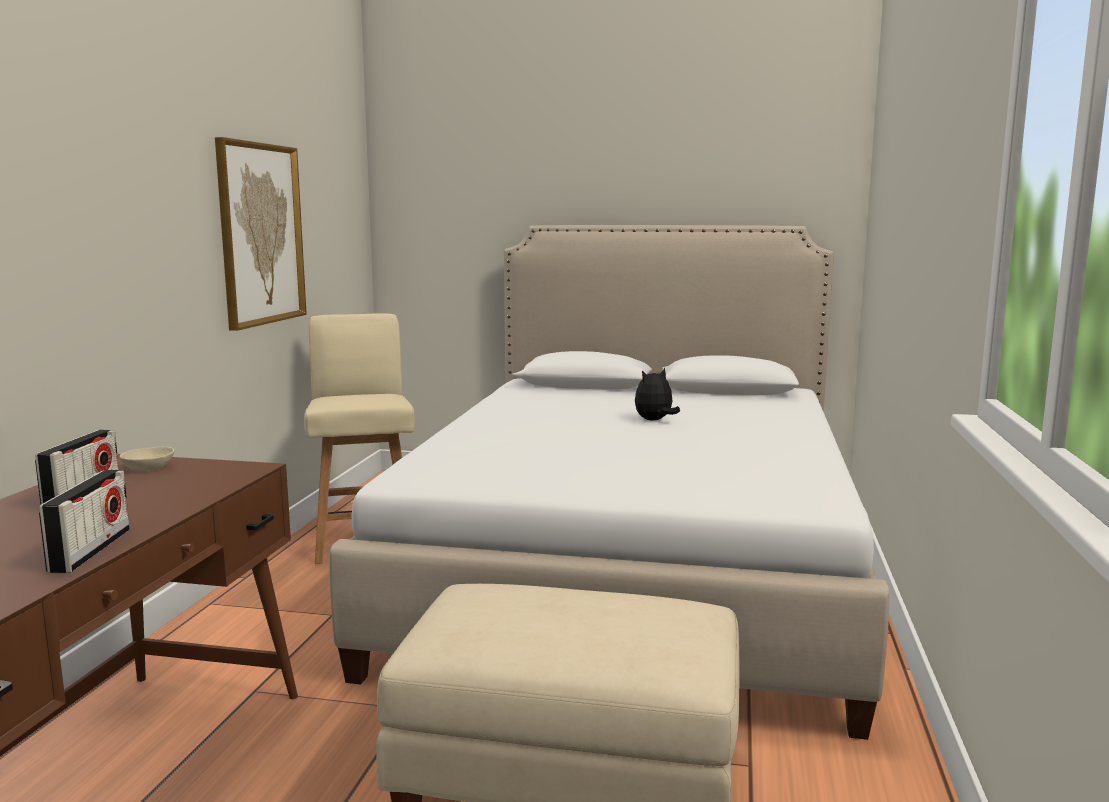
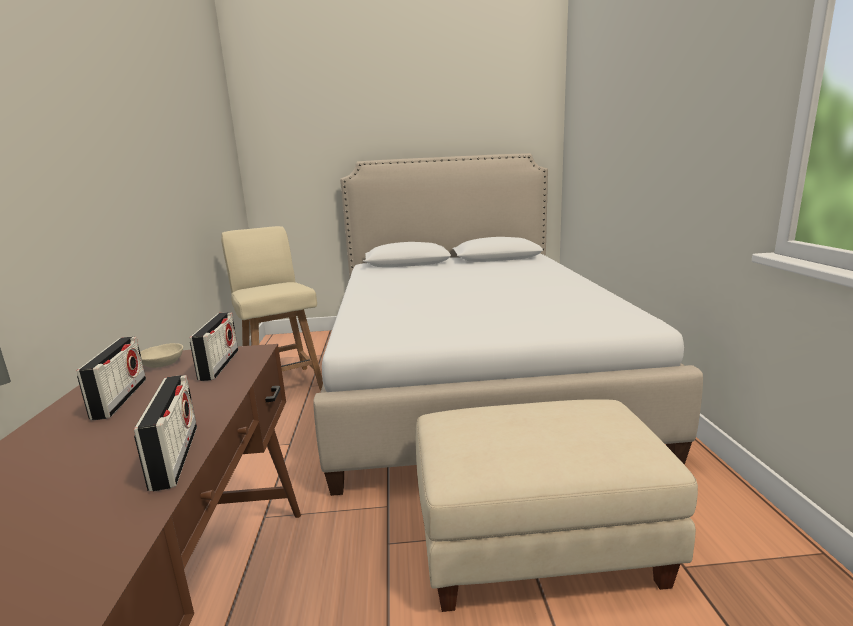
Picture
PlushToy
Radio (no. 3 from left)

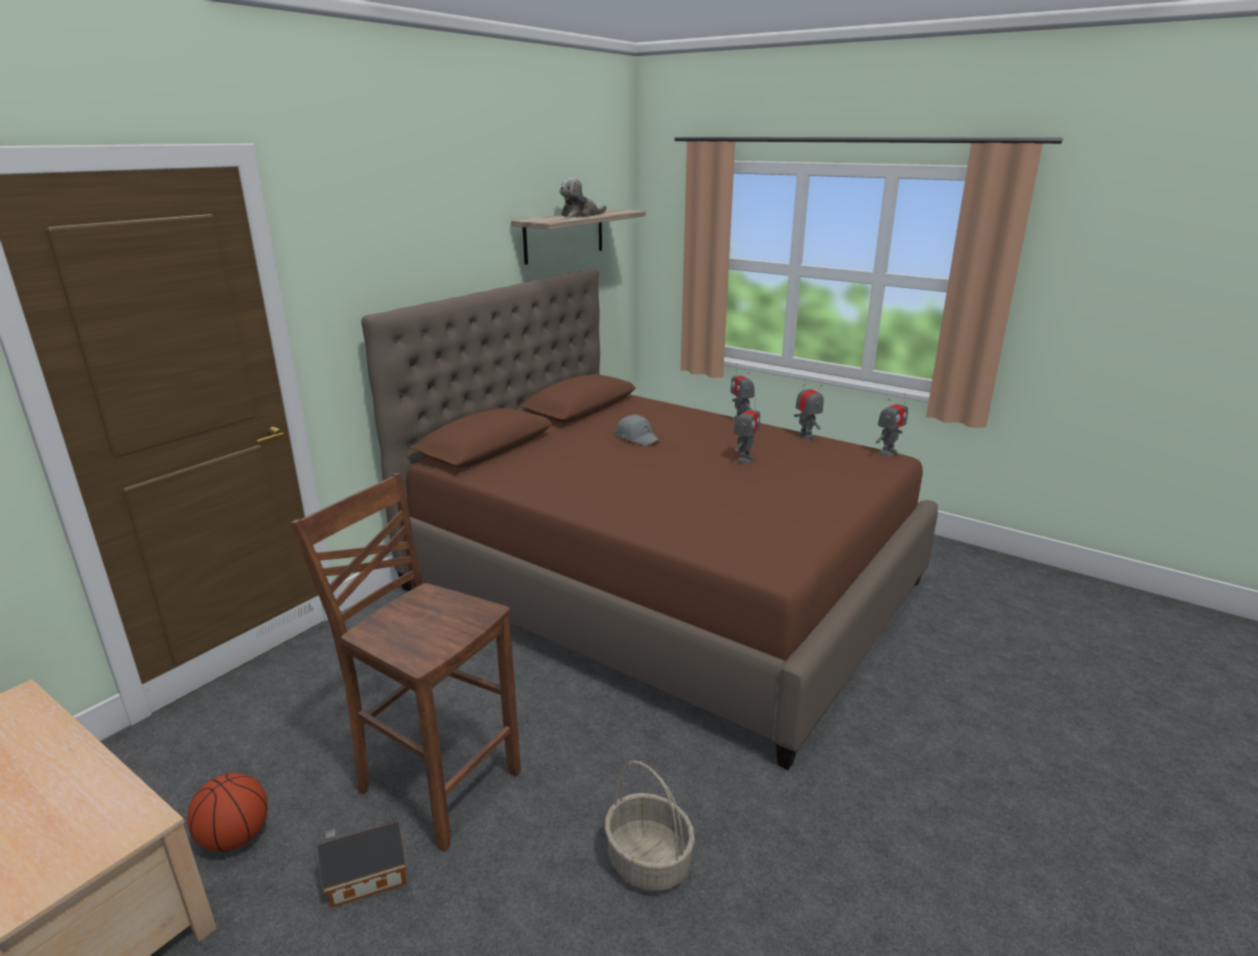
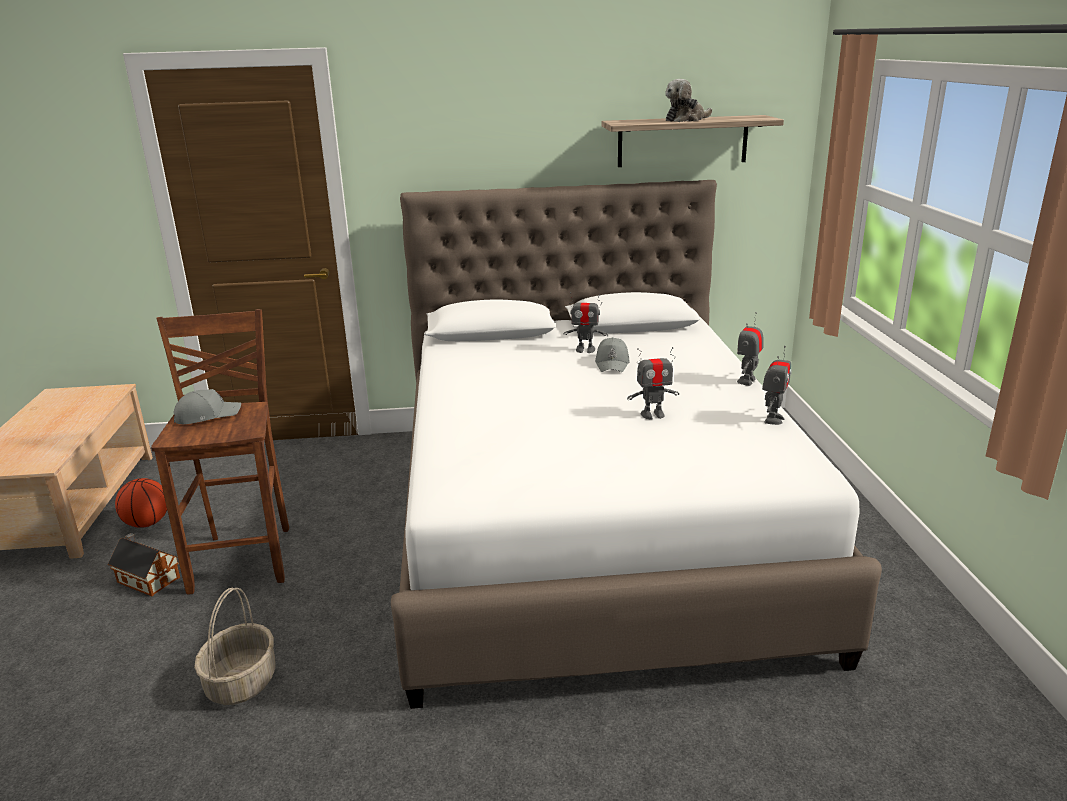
GreyCap (no. 1 from left)
ToyRobot (no. 1 from left)
WhiteBed
PlushToy

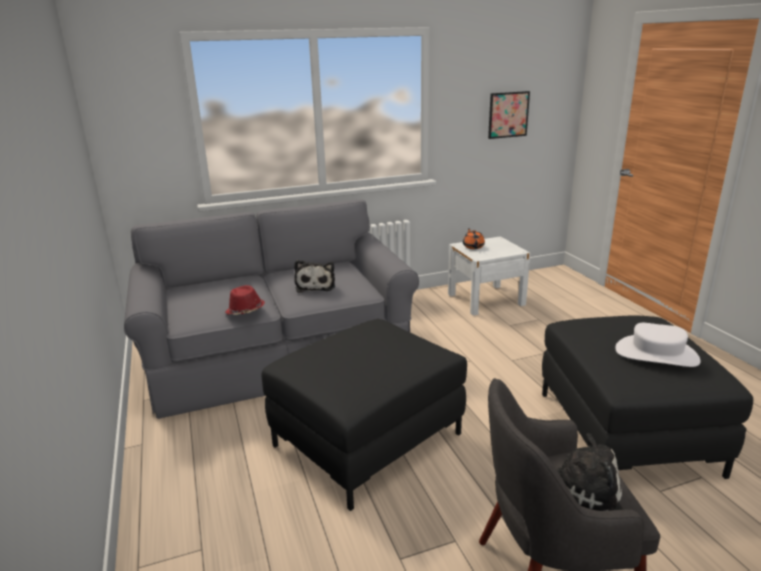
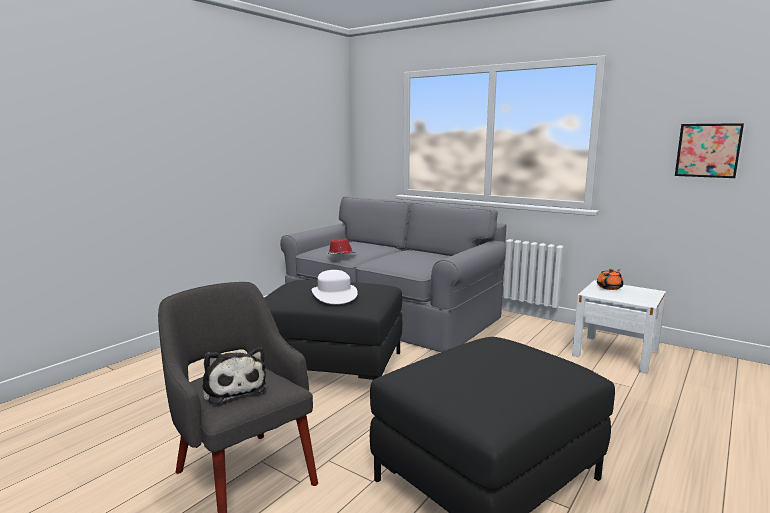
PlushToy (no. 1 from left in the first image)
WhiteHat

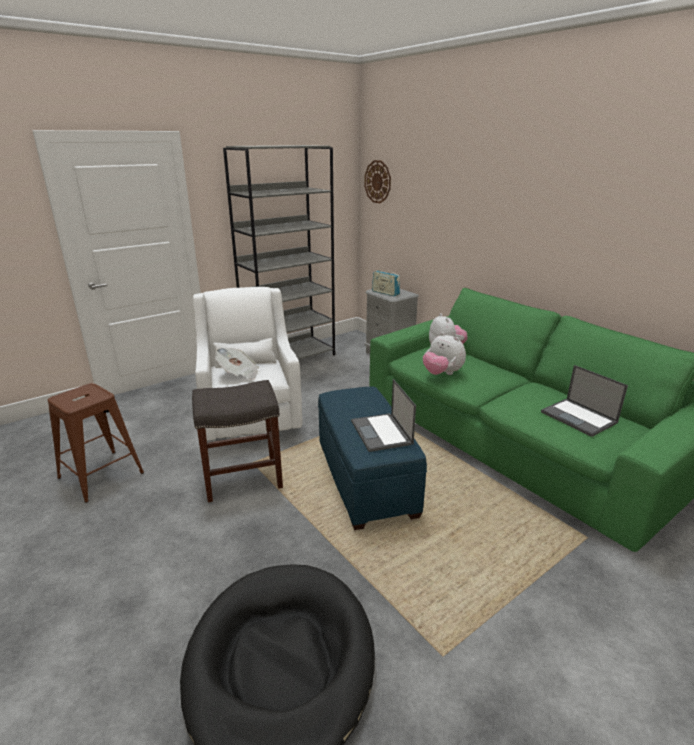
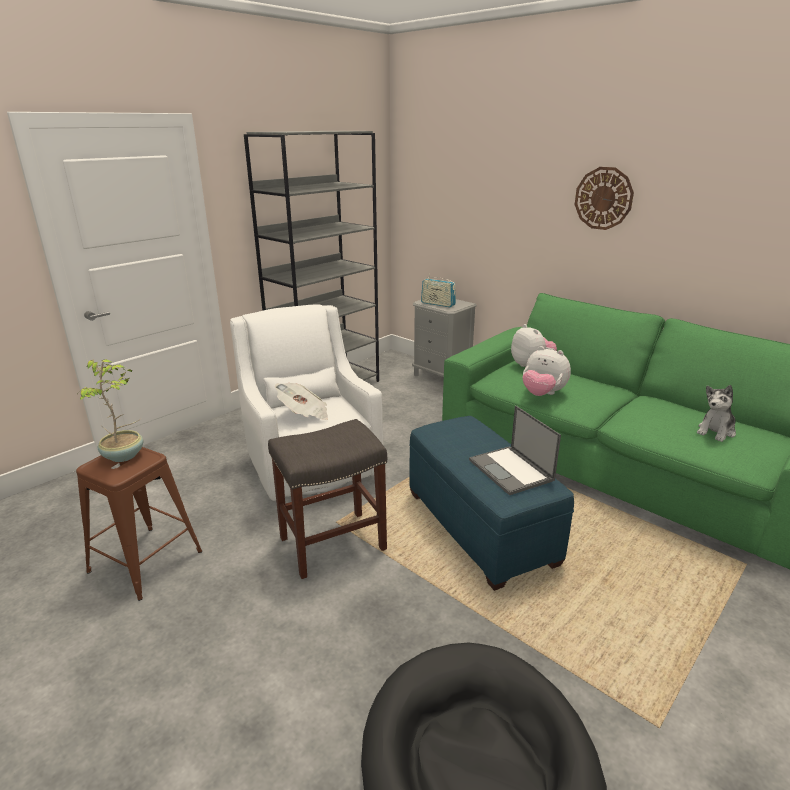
PottedPlant
WallClock
PlushToy (no. 3 from left)

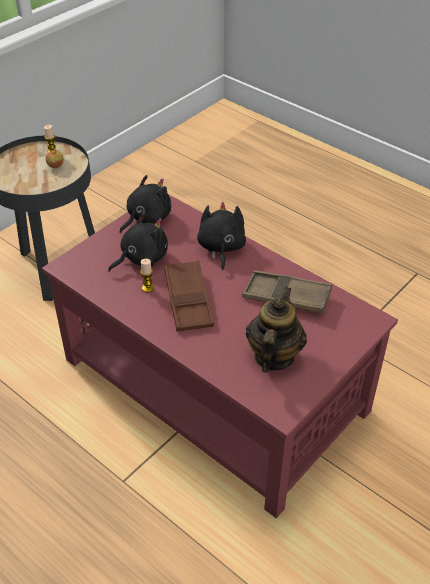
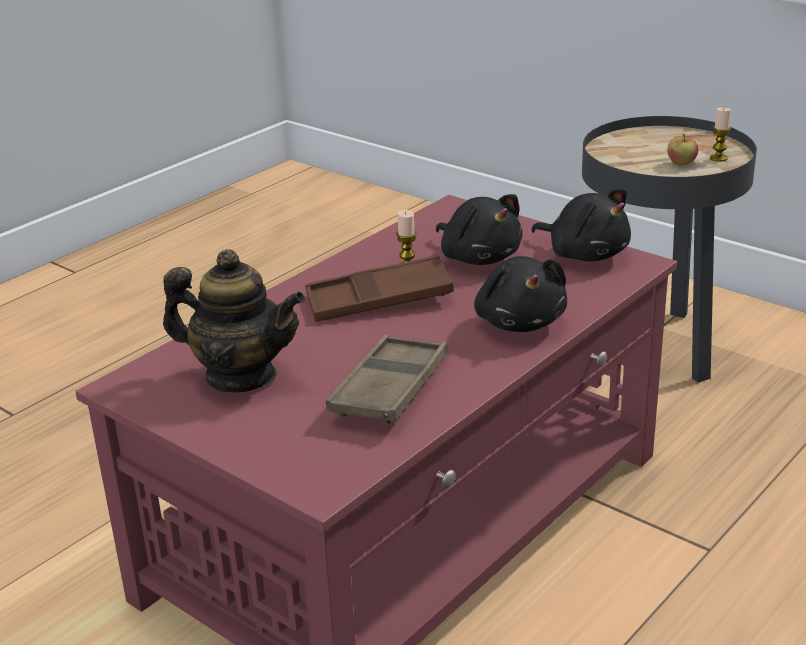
BlackPlushToy (no. 2 from left)

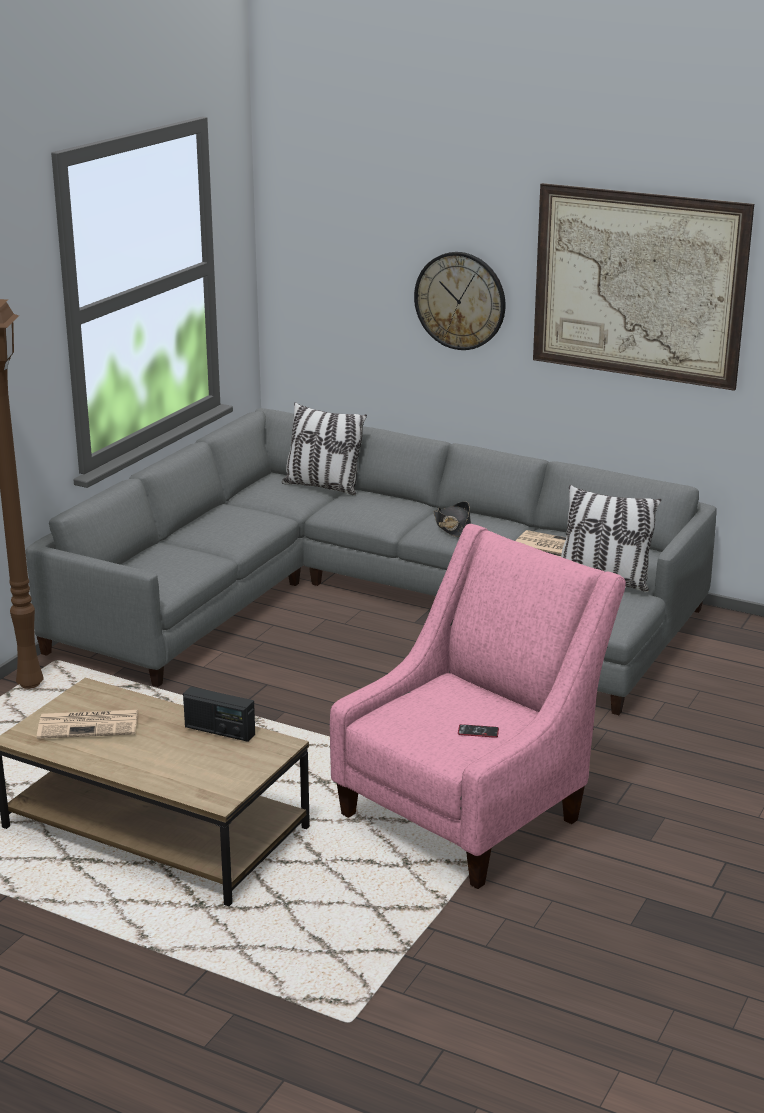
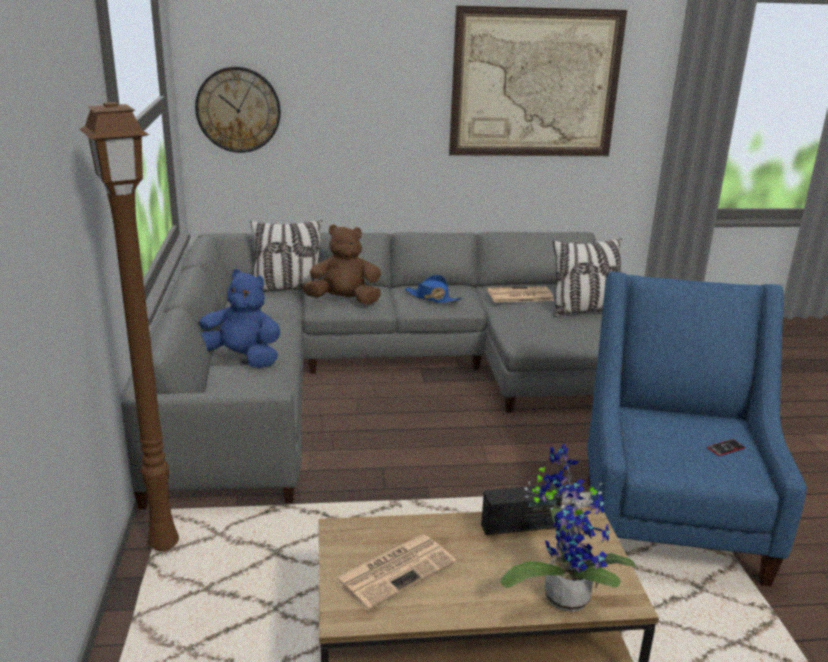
BluePlushToy
BrownPlushToy
PottedPlant
WallClock
BlueArmchair
BlueHat

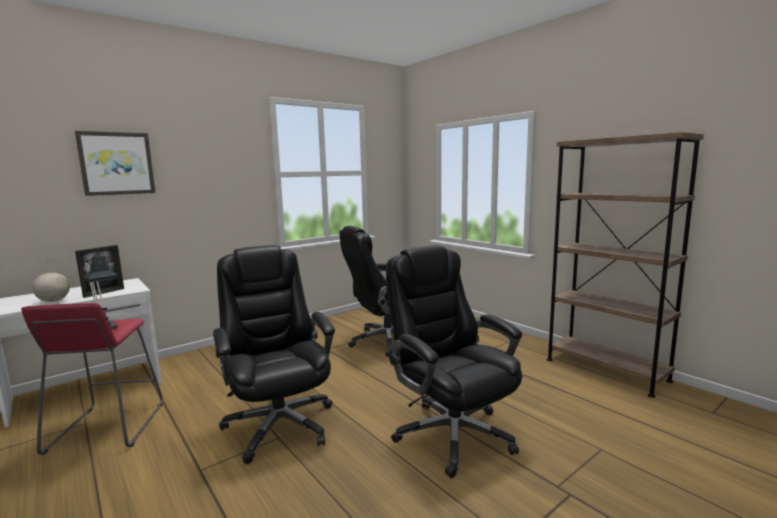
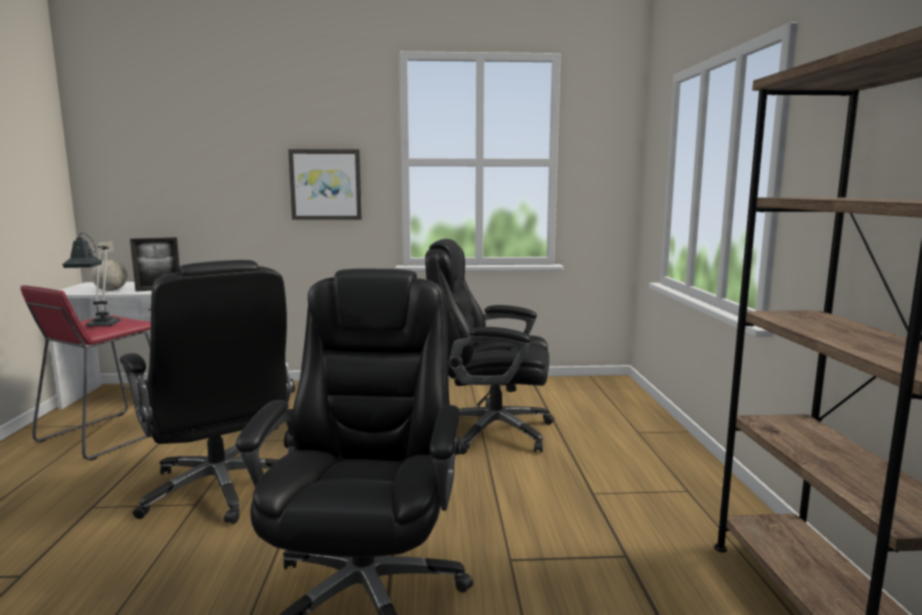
Picture
BlackOfficeChair (no. 1 from left)

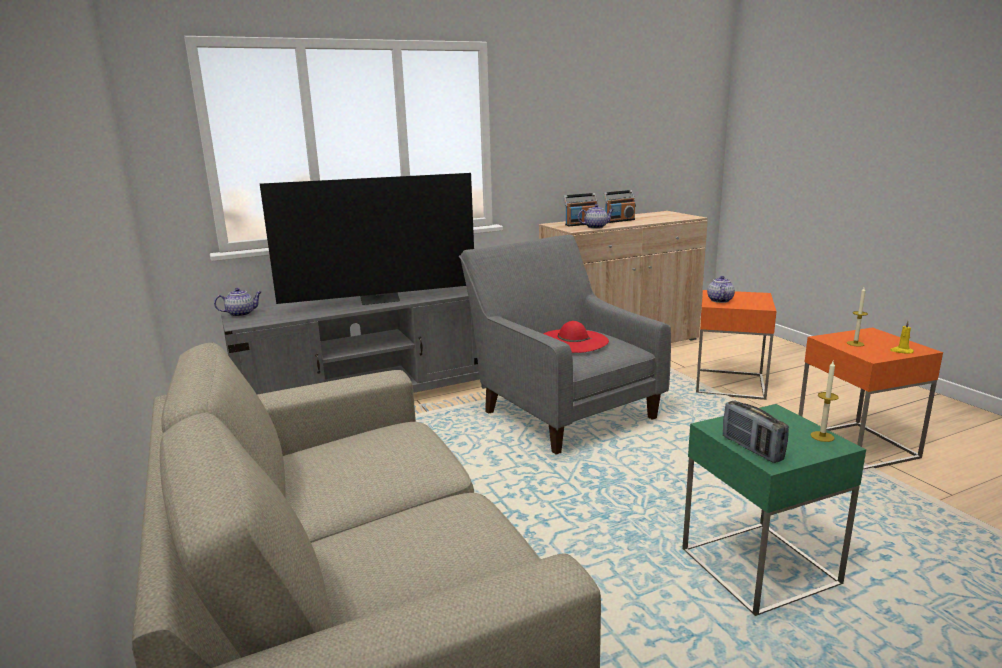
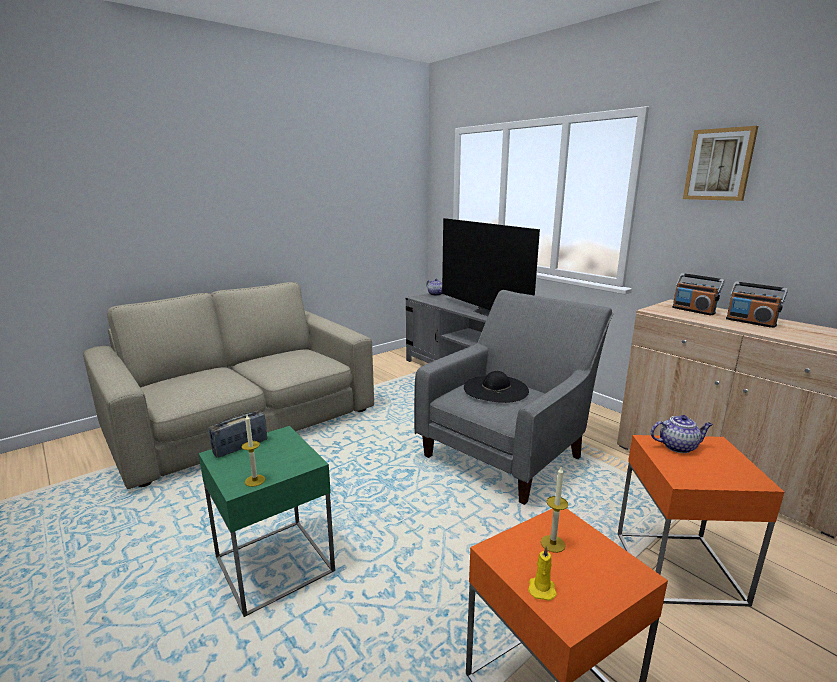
Teapot (no. 2 from left in the first image)
Picture
BlackHat

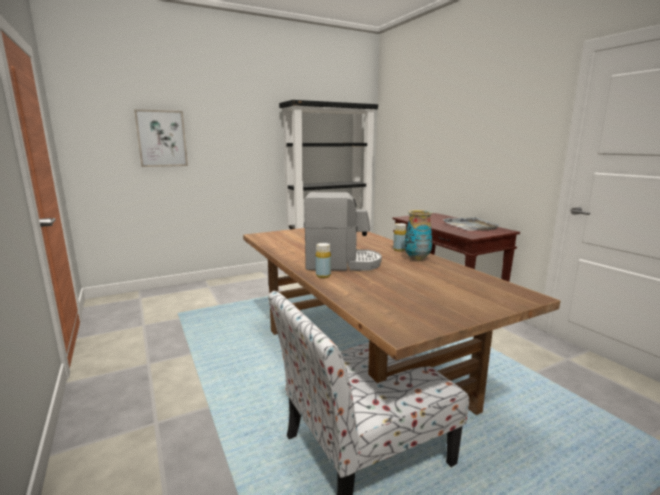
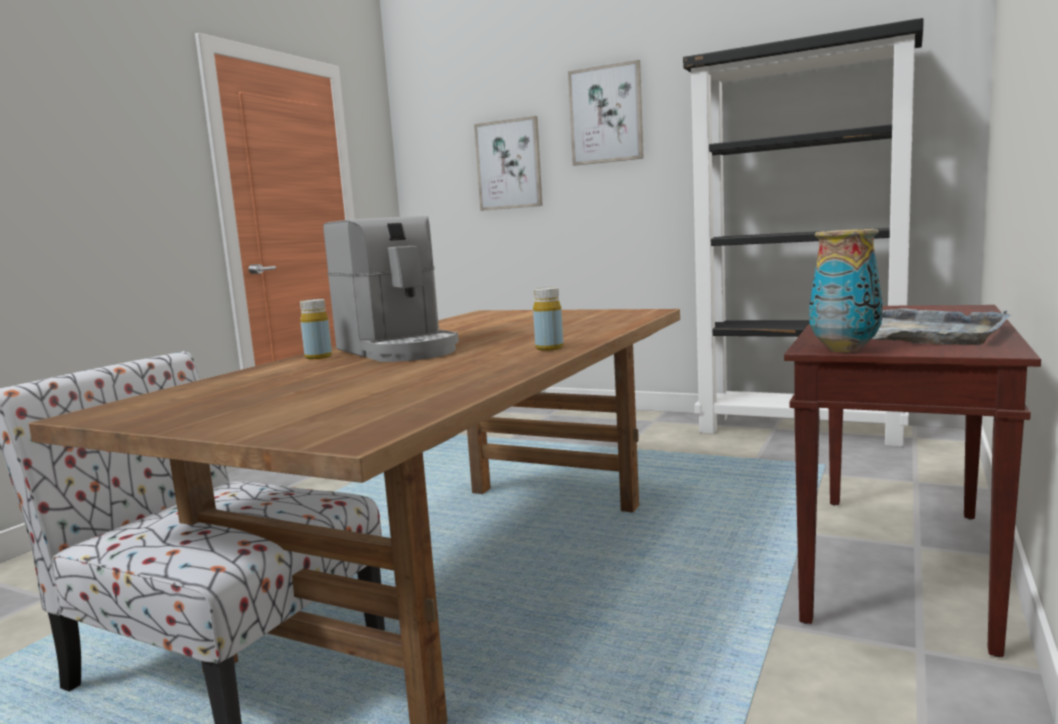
Picture (no. 2 from left)
Vase

